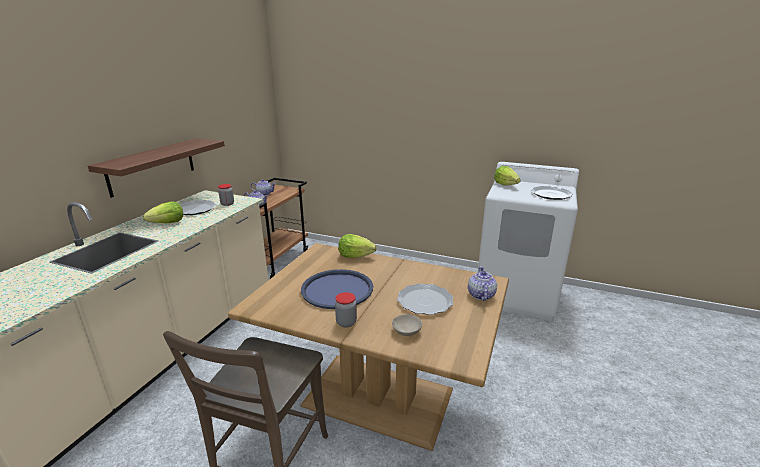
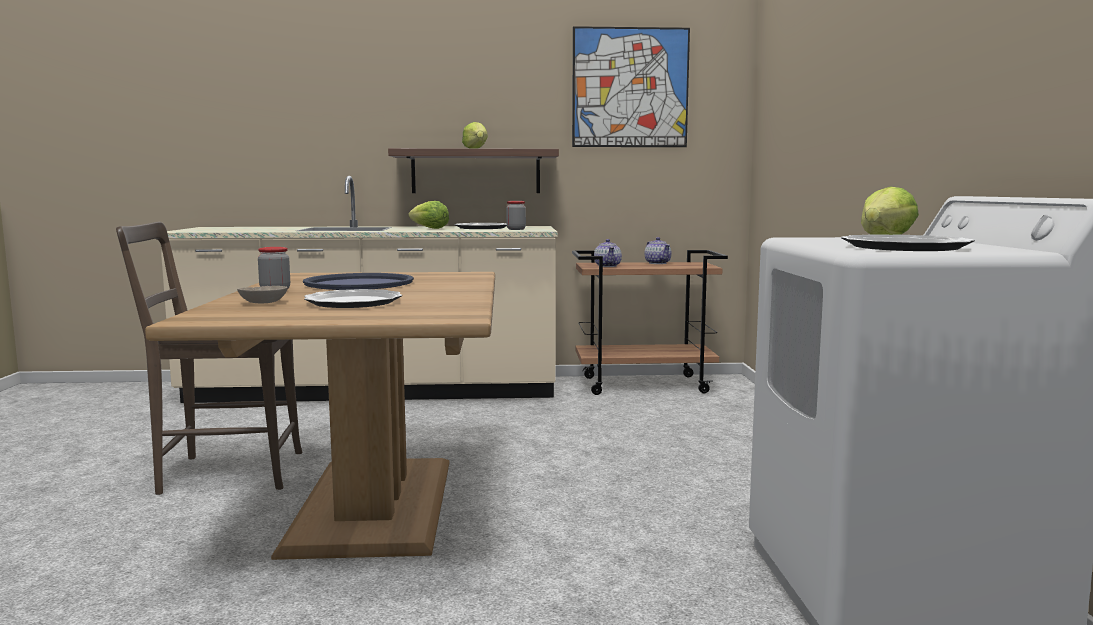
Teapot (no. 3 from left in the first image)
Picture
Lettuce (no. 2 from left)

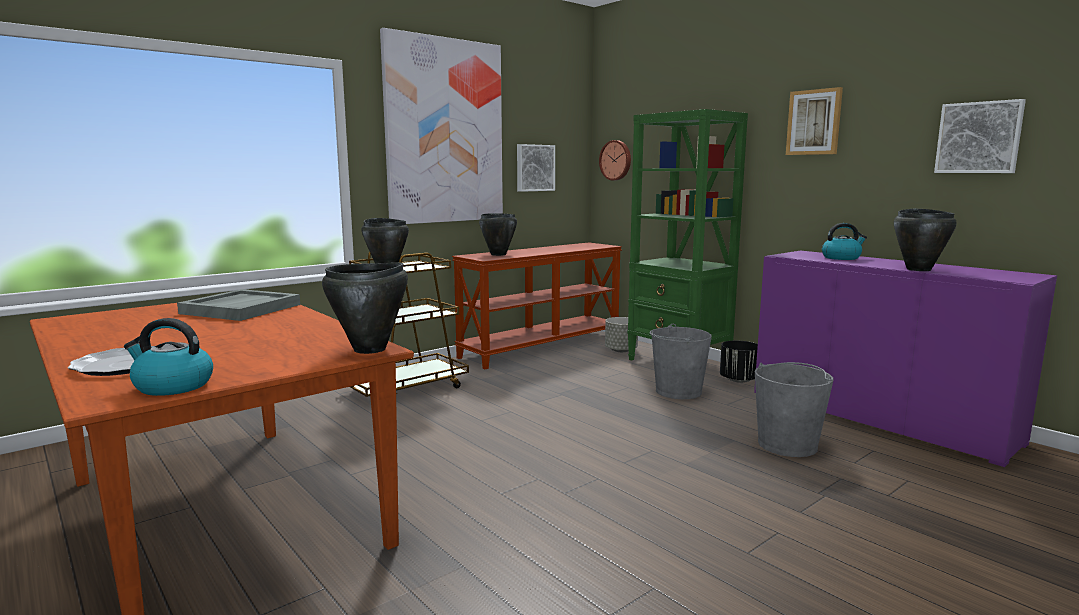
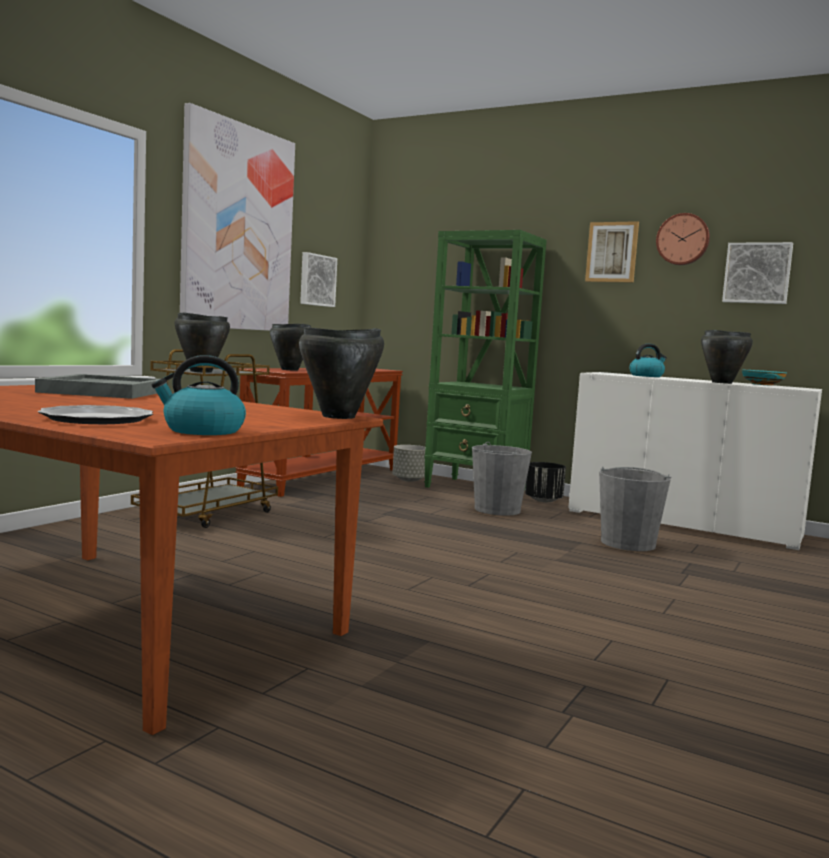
TurquoiseBowl
WallClock
WhiteCabinet

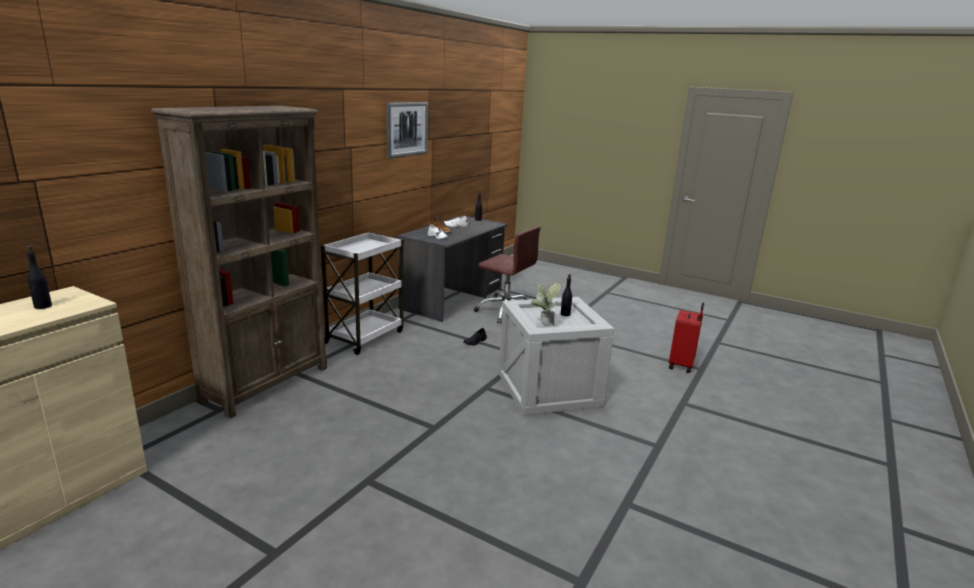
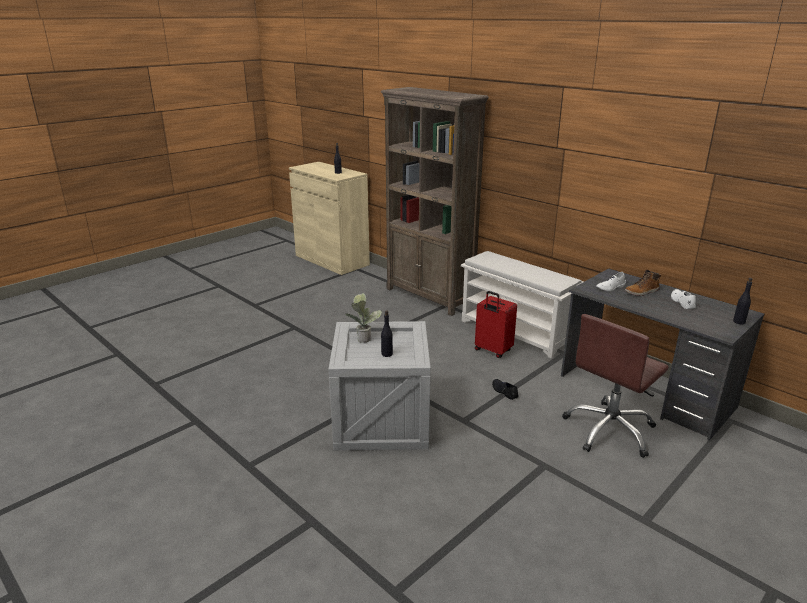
Picture
RedSuitcase
WhiteShoeRack

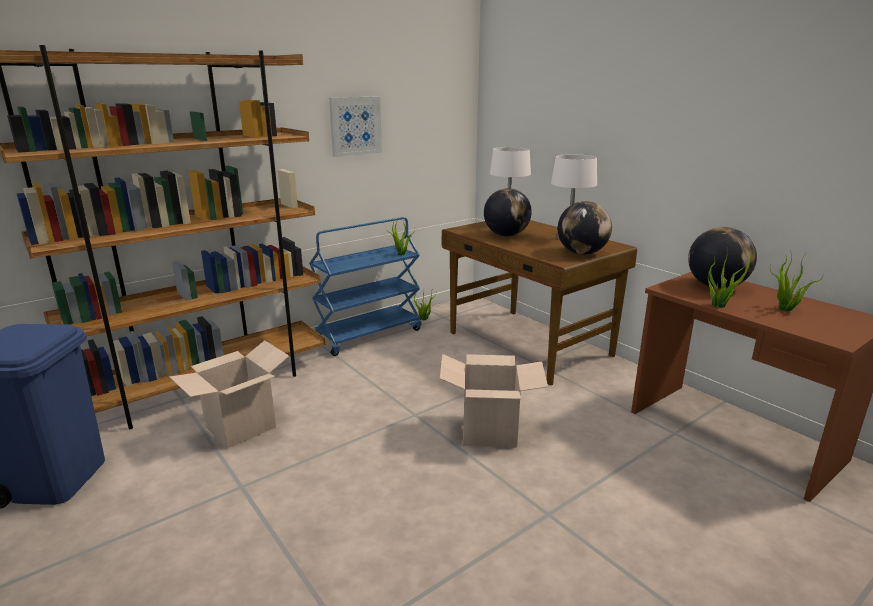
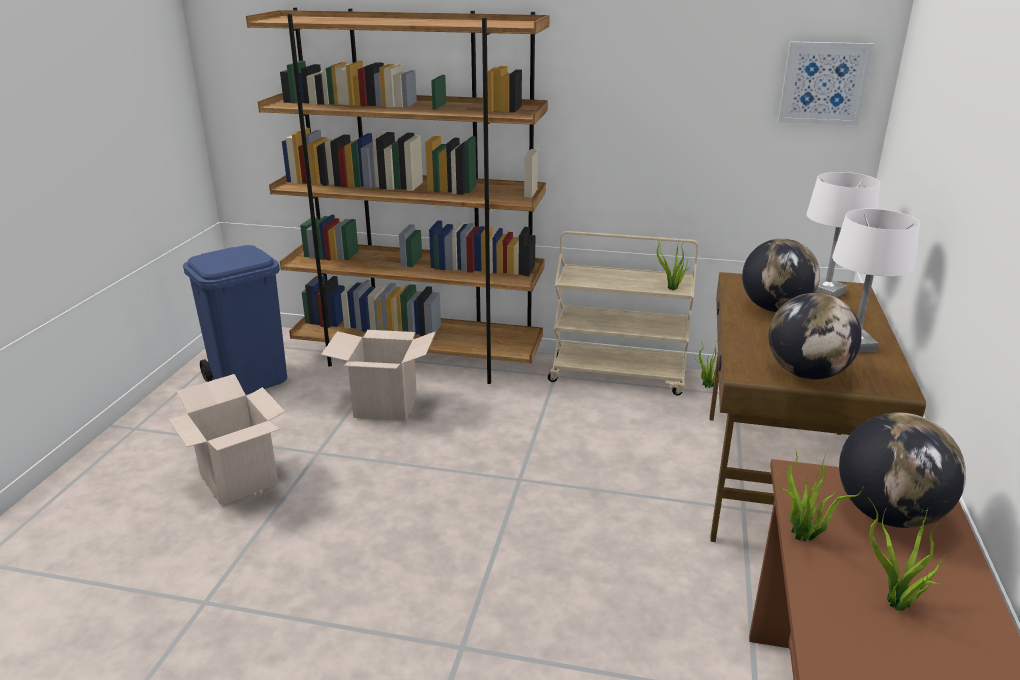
Picture
CardboardBox (no. 1 from left)
BeigeCart

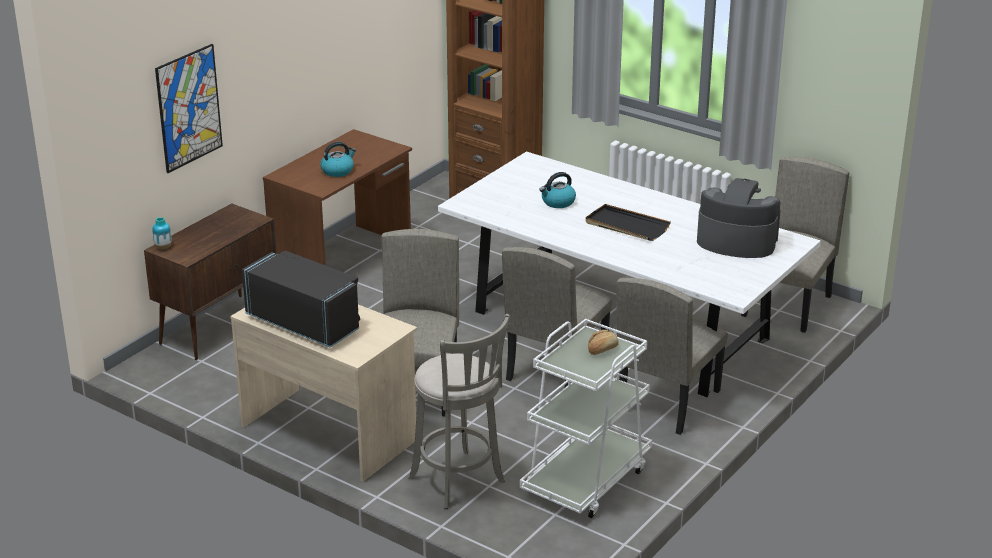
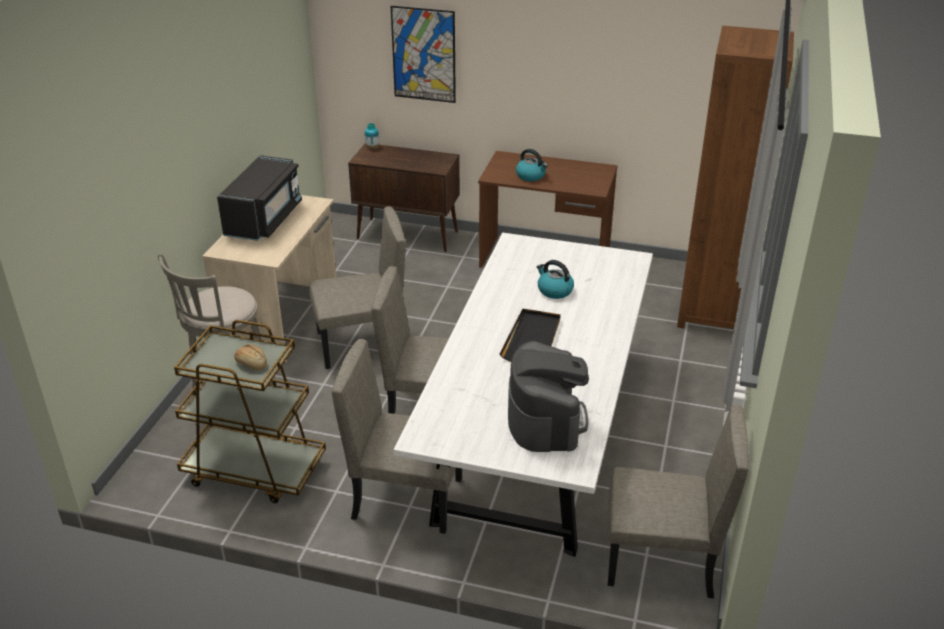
BrownCart

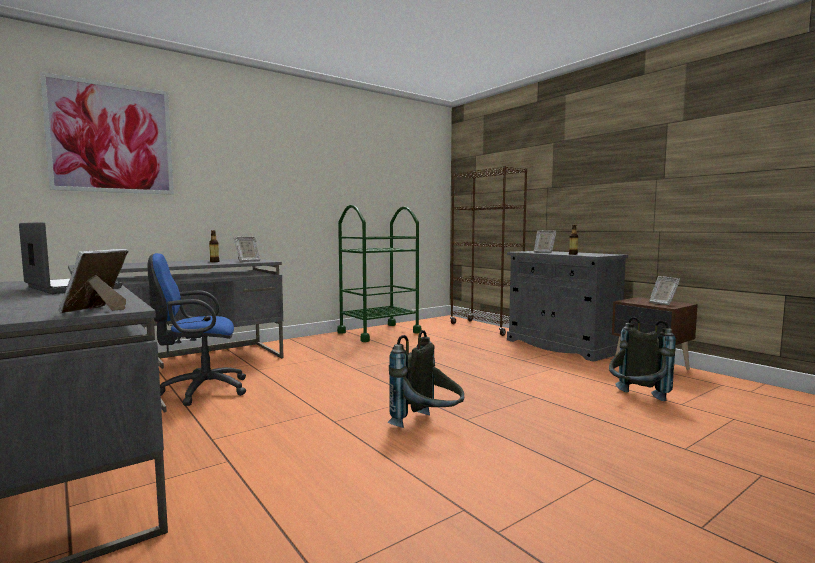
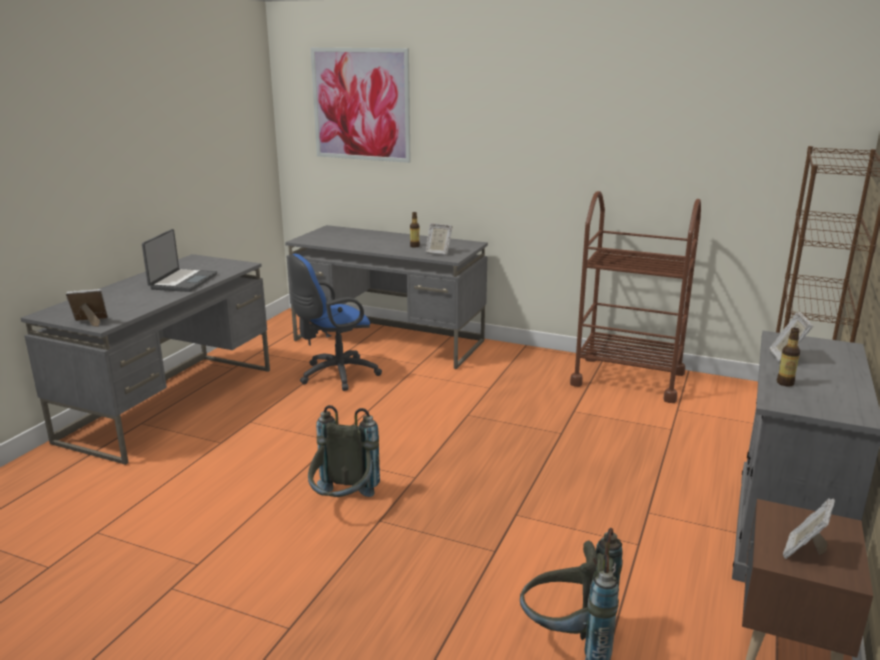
BrownCart
BlueOfficeChair

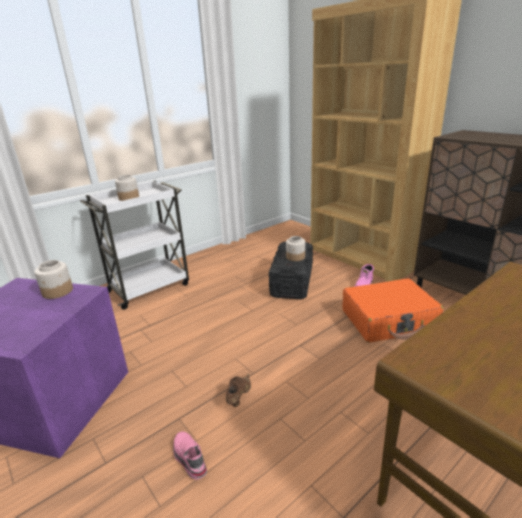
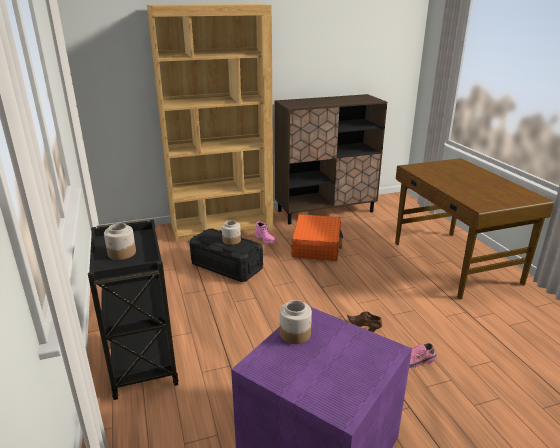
BlackCart

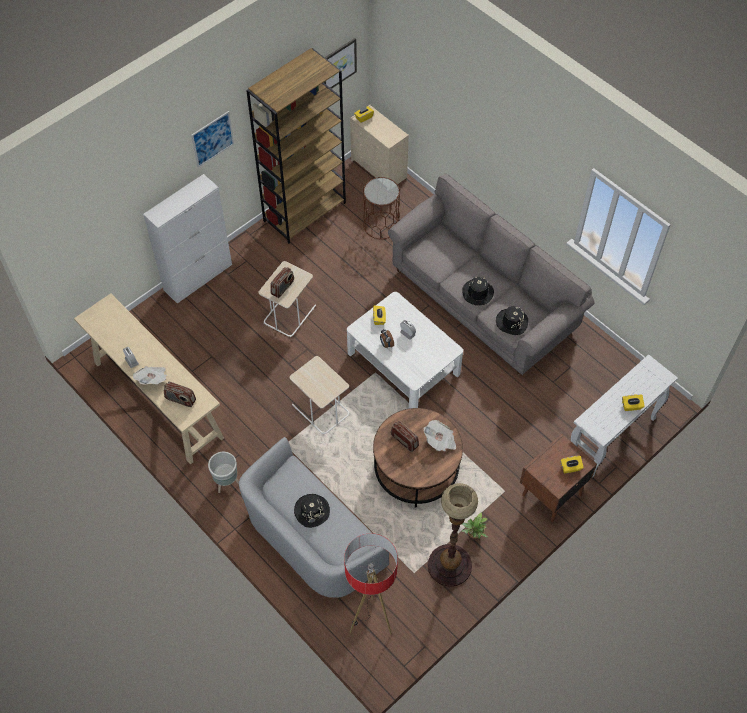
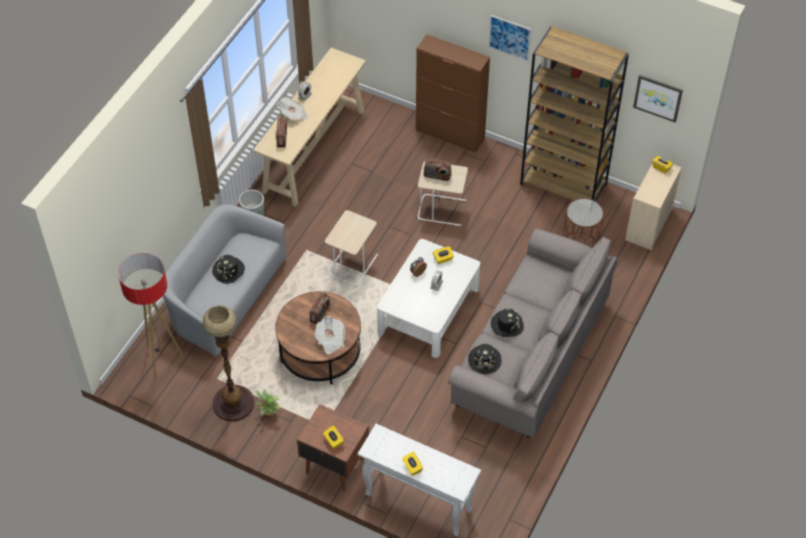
BrownCabinet

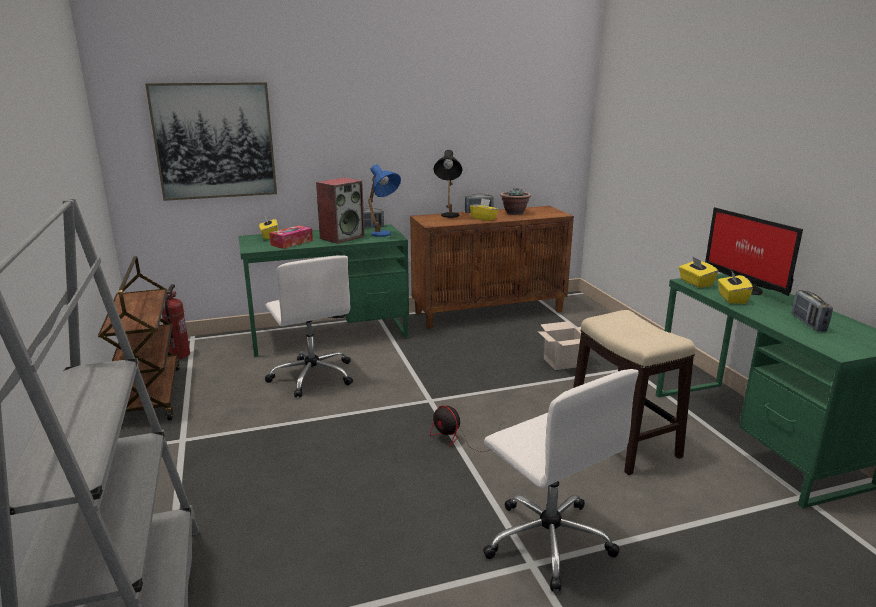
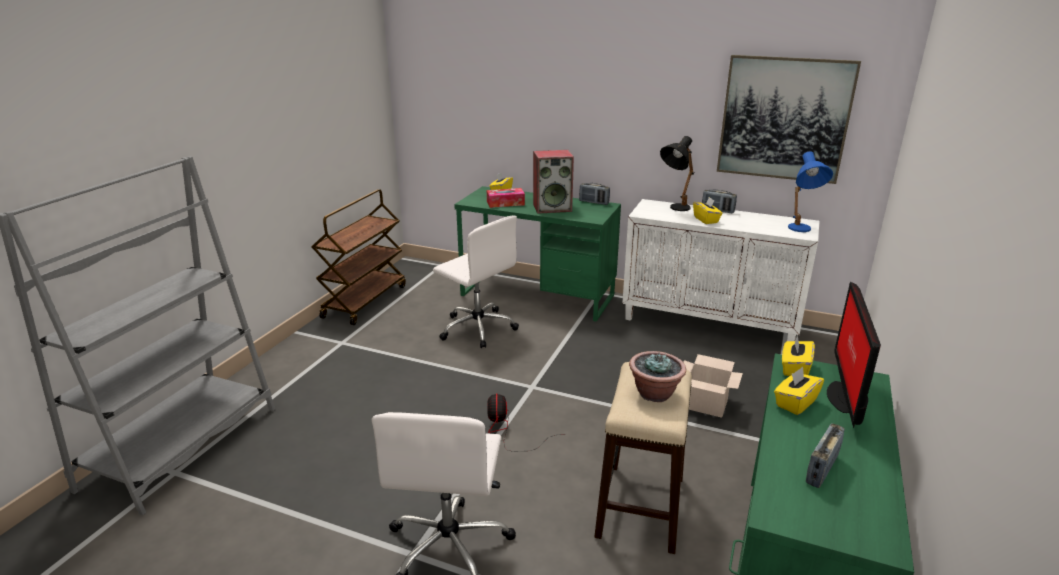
FireExtinguisher
Picture
BlueTableLamp
PottedPlant
WhiteCabinet
WhiteOfficeChair (no. 2 from left)

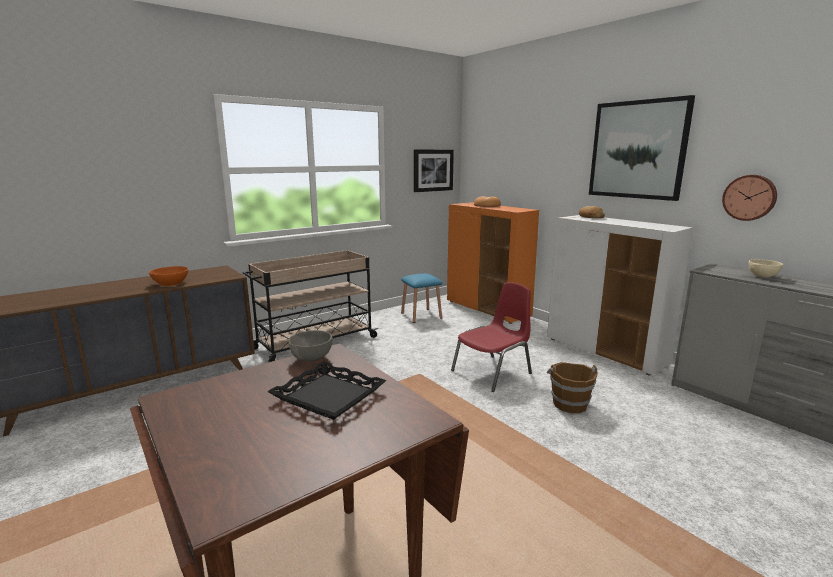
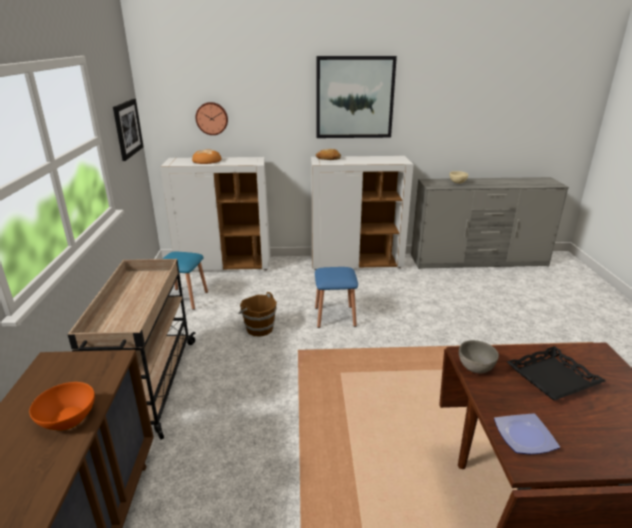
Plate
BrownBucket
WallClock
BlueStool (no. 2 from left)
WhiteCabinet (no. 1 from left)

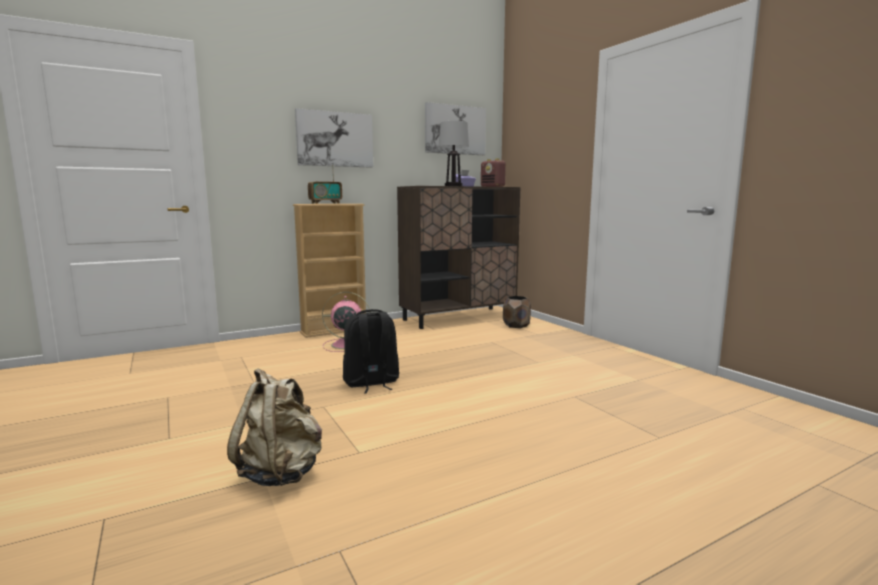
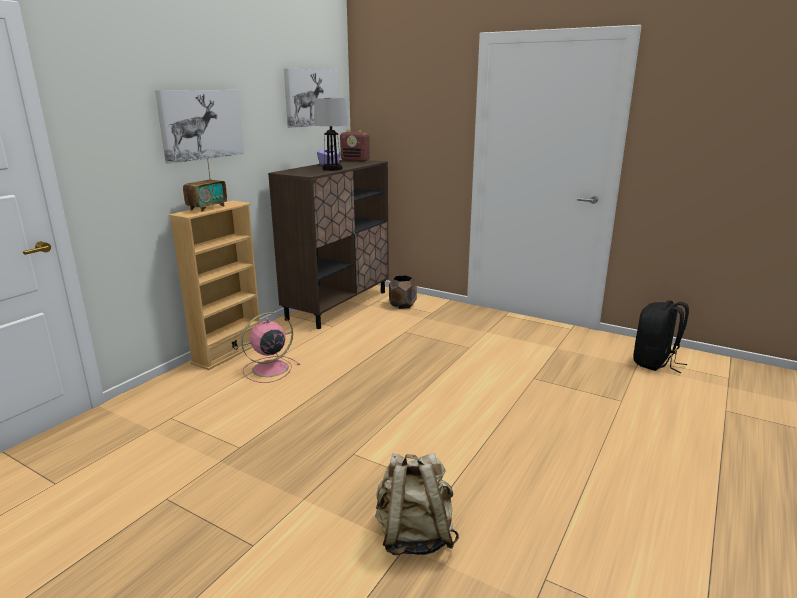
BlackBackpack

